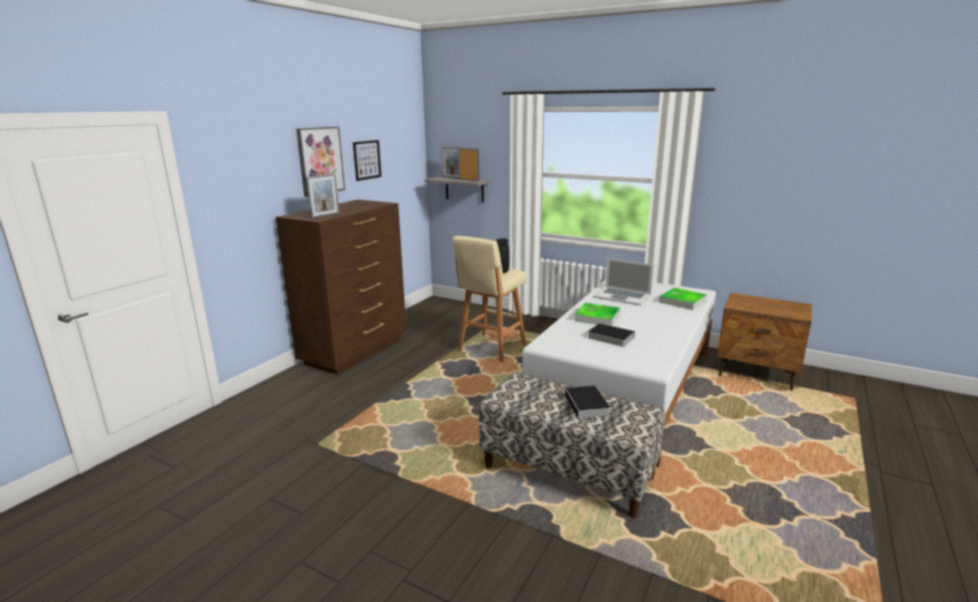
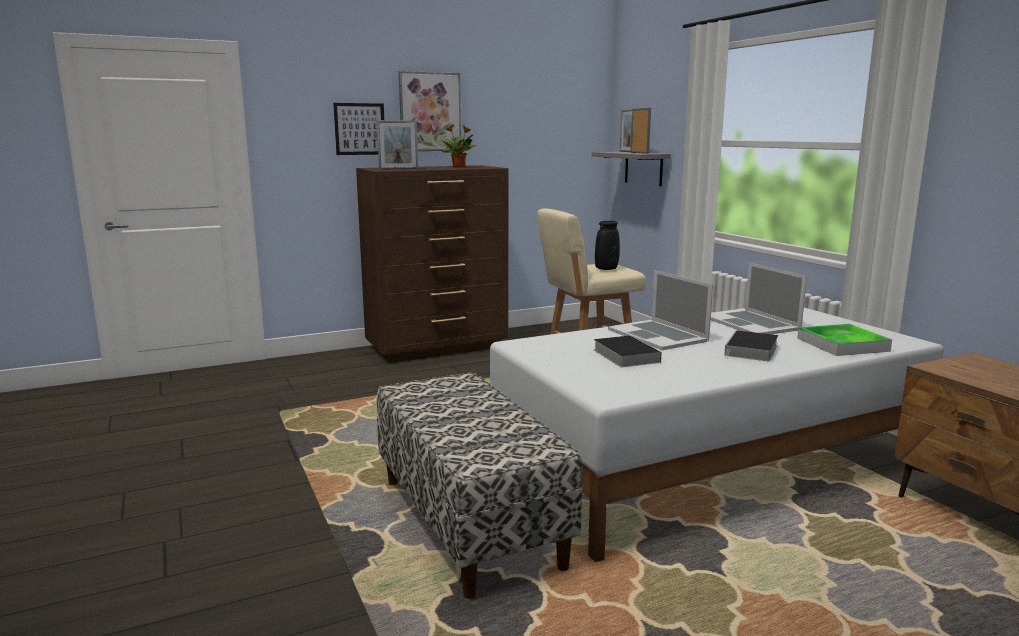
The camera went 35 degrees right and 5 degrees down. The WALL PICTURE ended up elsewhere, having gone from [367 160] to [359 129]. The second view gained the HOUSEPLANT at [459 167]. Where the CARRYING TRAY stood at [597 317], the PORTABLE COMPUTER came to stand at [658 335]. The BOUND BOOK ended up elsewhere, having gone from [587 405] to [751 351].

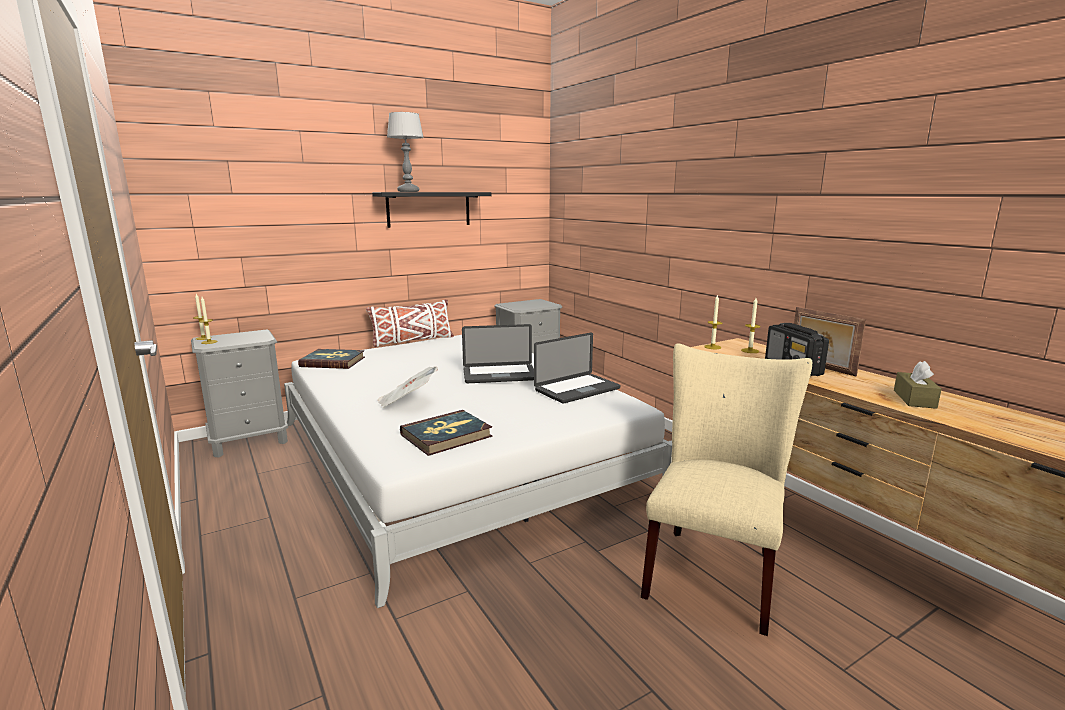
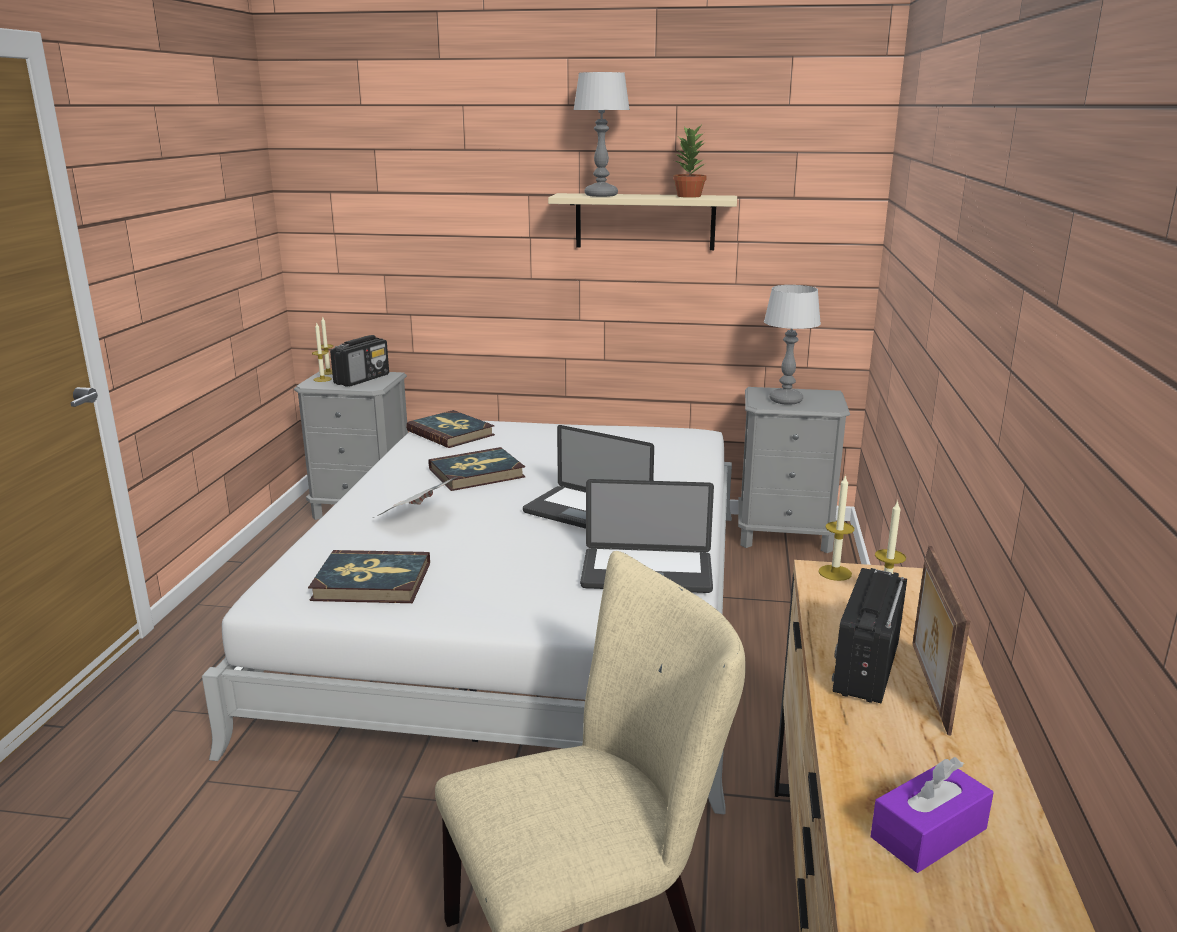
The camera went 40 degrees right and 5 degrees up. The second view gained the RADIO RECEIVER at [362 379]. The second view gained the BOUND BOOK at [477 473]. What was the BLACKISH SHELF at [429 209] turned into the BEIGE SHELF at [645 221]. The second view gained the HOUSEPLANT at [689 196]. The second view gained the TABLETOP LAMP at [785 400]. What was the BROWNISH BOX OF TISSUES at [914 399] turned into the PURPLISH BOX OF TISSUES at [928 833]. The second view lost the WHITISH CUSHION at [412 341].

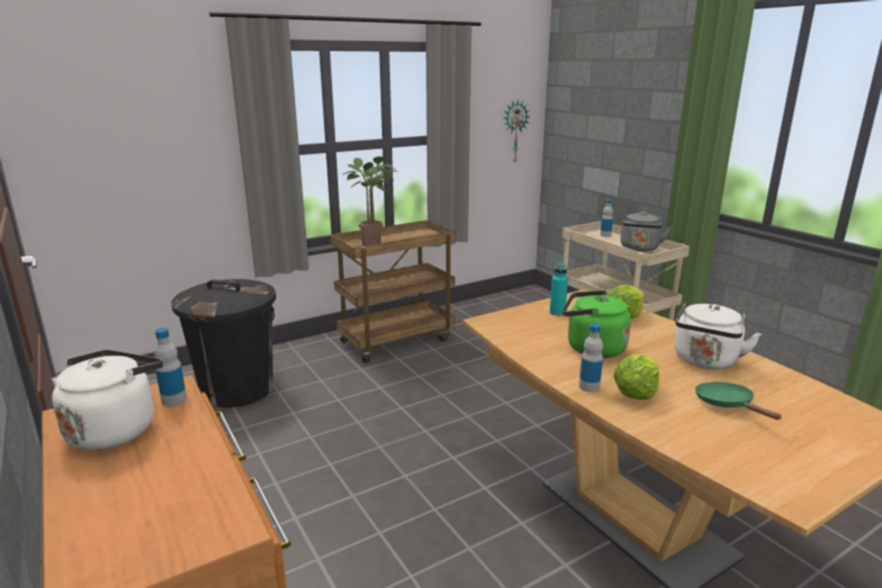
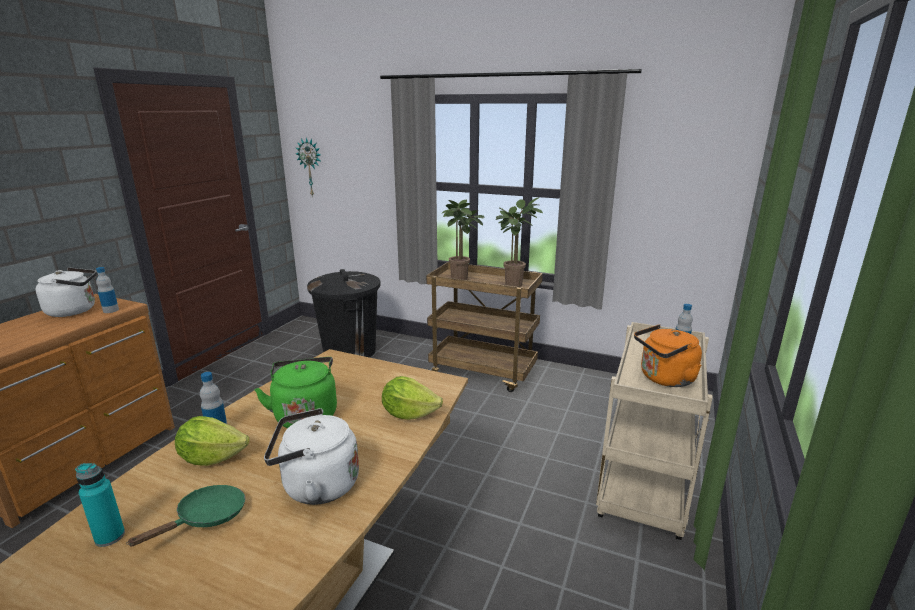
The camera went 55 degrees right and 0 degrees up. The BLUE-GREEN BOTTLE ended up elsewhere, having gone from [557 313] to [110 537]. The HANGING CLOCK ended up elsewhere, having gone from [514 131] to [311 167]. The second view gained the HOUSEPLANT at [513 283]. What was the GREYISH KETTLE at [639 249] turned into the ORANGE KETTLE at [664 379].

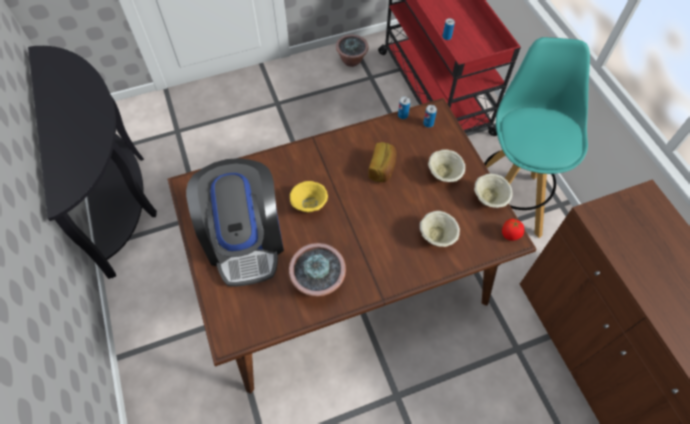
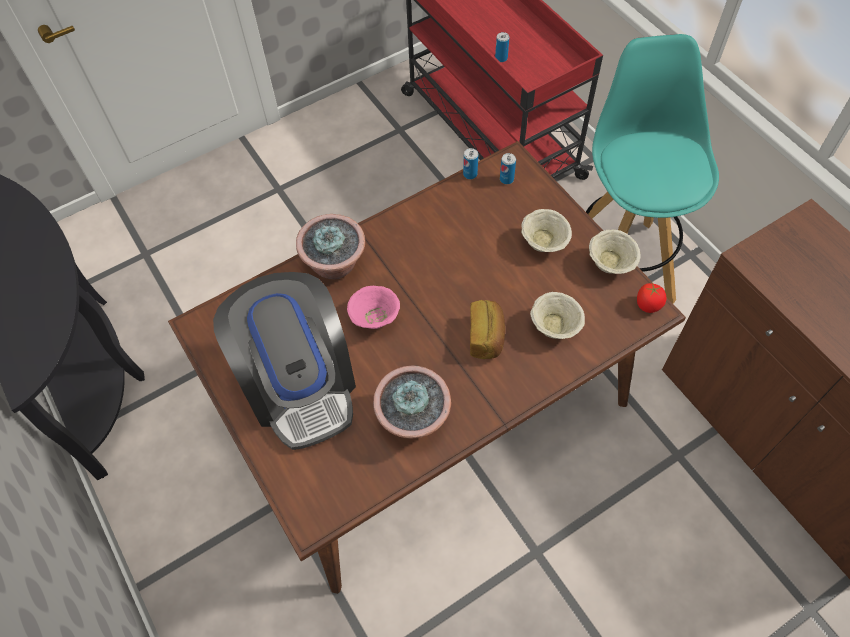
The camera went 10 degrees left and 0 degrees up. The HOUSEPLANT ended up elsewhere, having gone from [352 60] to [335 265]. What was the YELLOWISH DEEP DISH at [309 205] turned into the PINKISH DEEP DISH at [375 319]. The BAKED BREAD ended up elsewhere, having gone from [382 168] to [486 336].

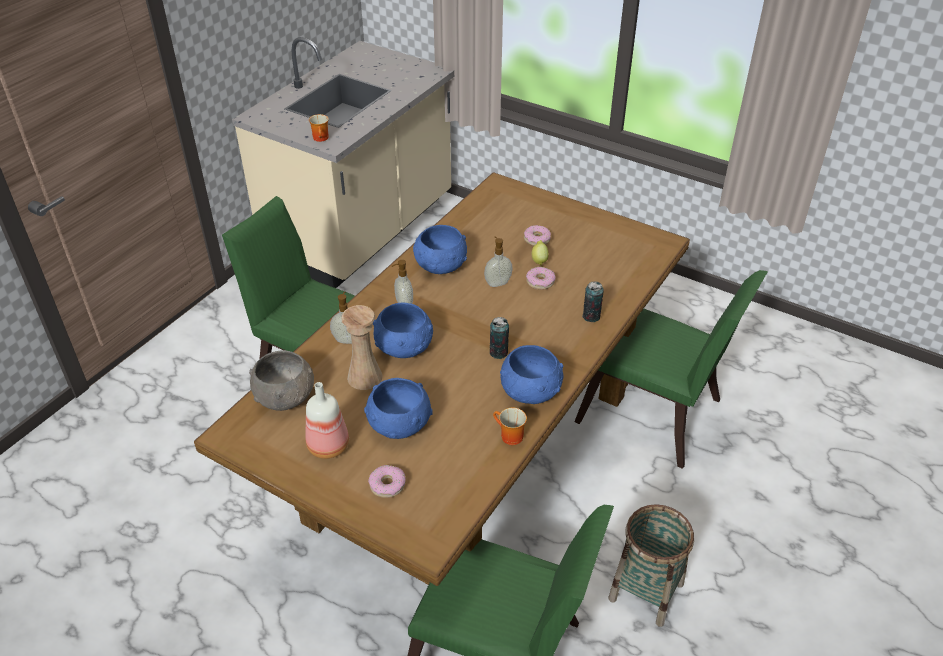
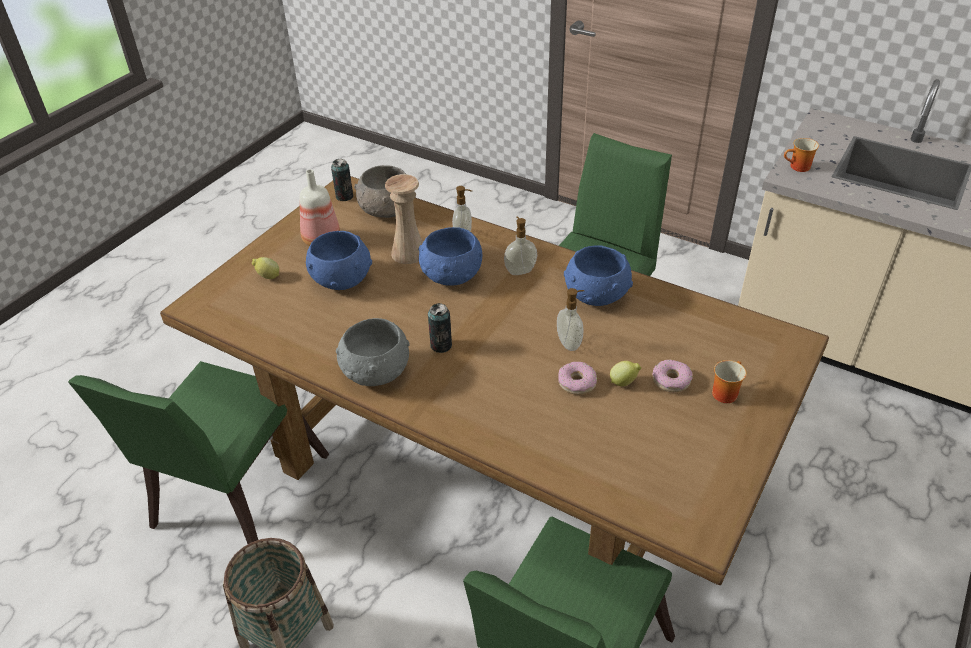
The camera went 90 degrees right and 0 degrees up. Where the RING DOUGHNUT stood at [387 485], the CITRUS FRUIT came to stand at [268 277]. The CAN ended up elsewhere, having gone from [591 316] to [344 196]. What was the BLUE DEEP DISH at [531 392] turned into the GREYISH DEEP DISH at [375 372]. The MUG ended up elsewhere, having gone from [508 436] to [724 391].

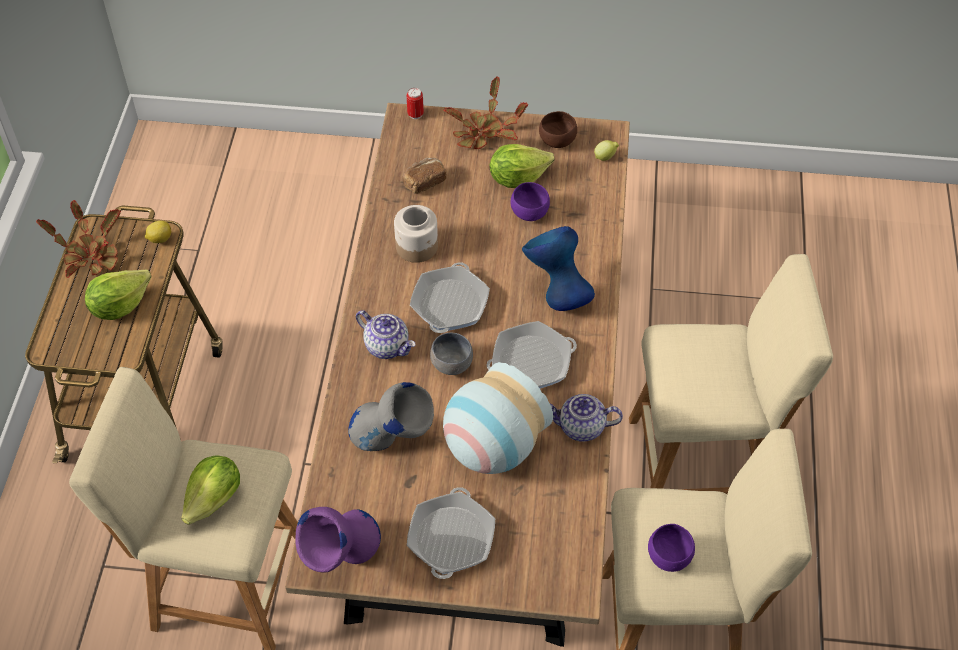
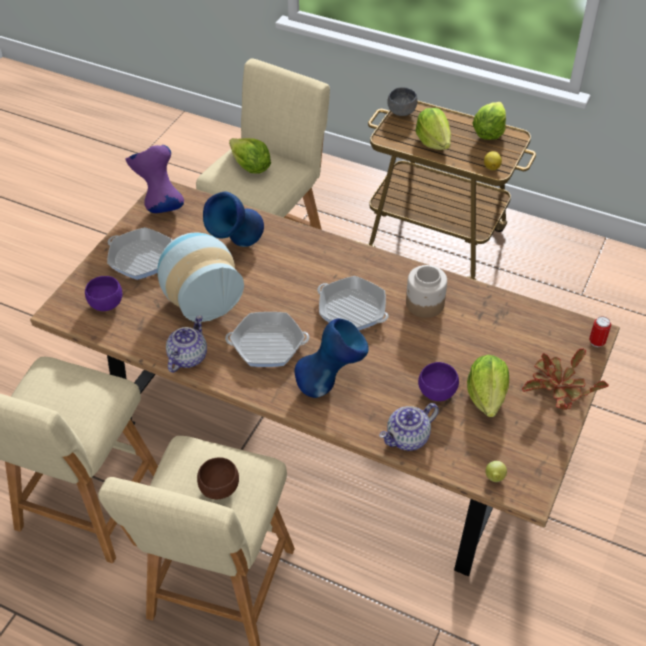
The camera went 110 degrees right and 5 degrees down. The PURPLISH DEEP DISH ended up elsewhere, having gone from [670 558] to [105 304]. The BROWNISH DEEP DISH ended up elsewhere, having gone from [556 141] to [219 487]. What was the GREYISH DECORATIVE VASE at [393 443] turned into the BLUE DECORATIVE VASE at [236 247]. The PAN at [531 362] ended up facing another way, 90 degrees clockwise from before. The TEAPOT ended up elsewhere, having gone from [387 346] to [408 438]. The GREYISH DEEP DISH ended up elsewhere, having gone from [453 365] to [401 112]. Where the HOUSEPLANT stood at [90 254], the HEAD OF LETTUCE came to stand at [488 133]. The second view lost the BAKED BREAD at [424 182].

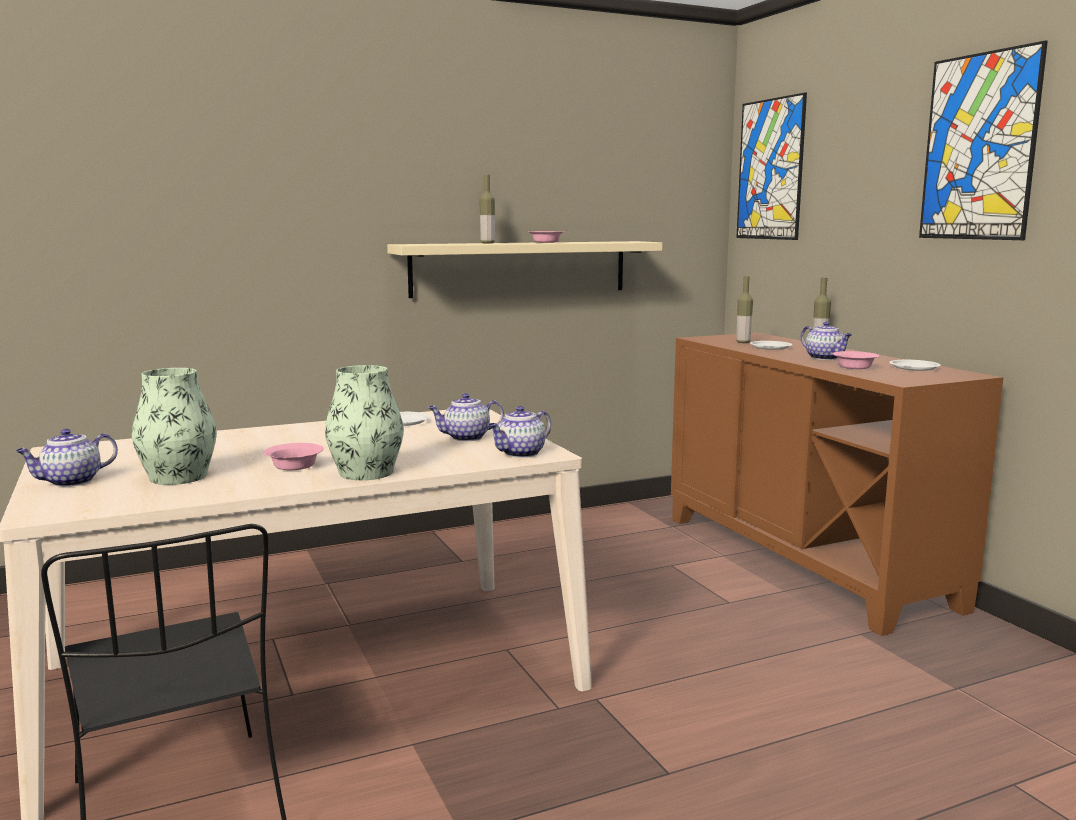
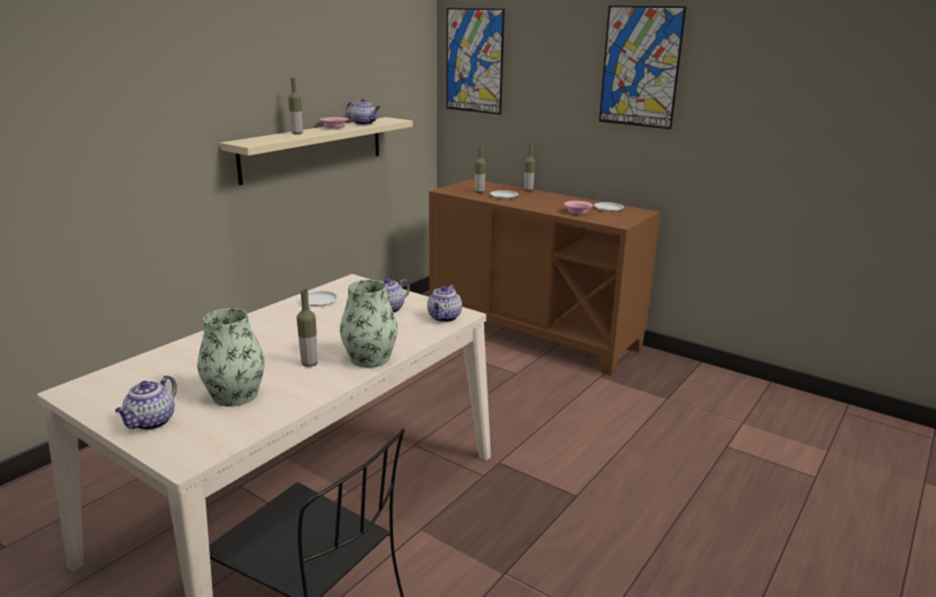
The camera went 30 degrees left and 10 degrees up. Where the PINKISH DEEP DISH stood at [295 466], the BOTTLE came to stand at [309 364]. The TEAPOT ended up elsewhere, having gone from [825 358] to [364 123].

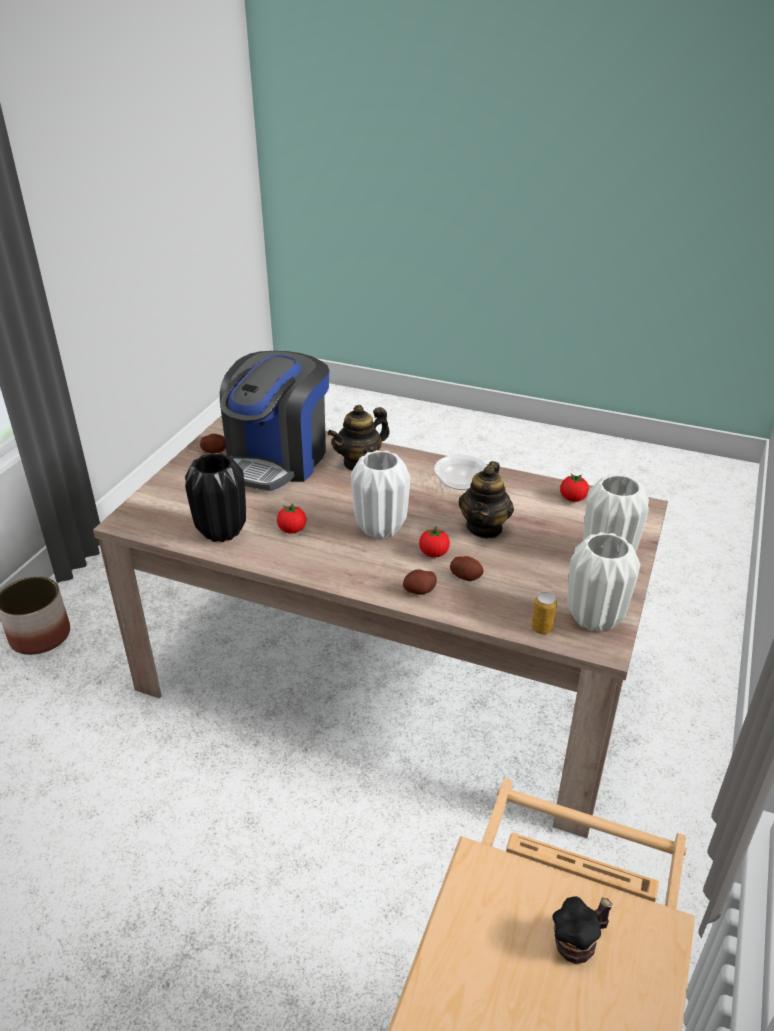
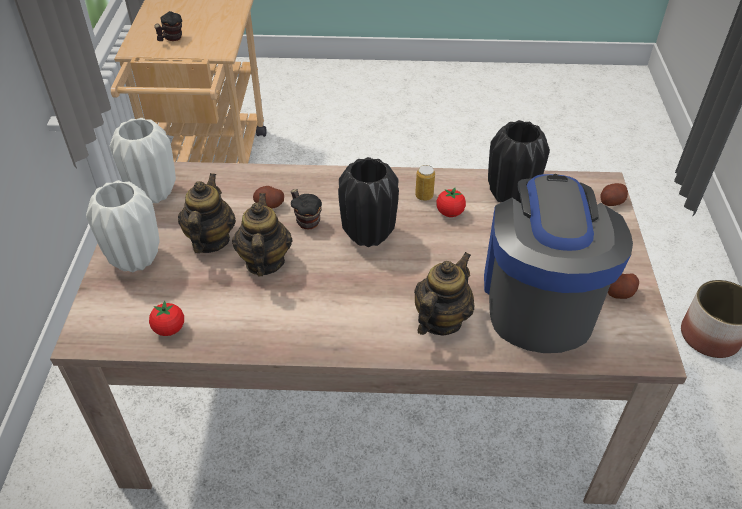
The camera went 160 degrees right and 10 degrees up. The second view gained the TEAPOT at [210 240]. Where the FRESH TOMATO stood at [433 554], the MUG came to stand at [306 220]. What was the WHITISH DECORATIVE VASE at [381 528] turned into the BLACKISH DECORATIVE VASE at [368 235]. The CAN ended up elsewhere, having gone from [542 628] to [424 196]. The POTATO ended up elsewhere, having gone from [419 590] to [611 202]. The second view lost the DEEP DISH at [460 483].

